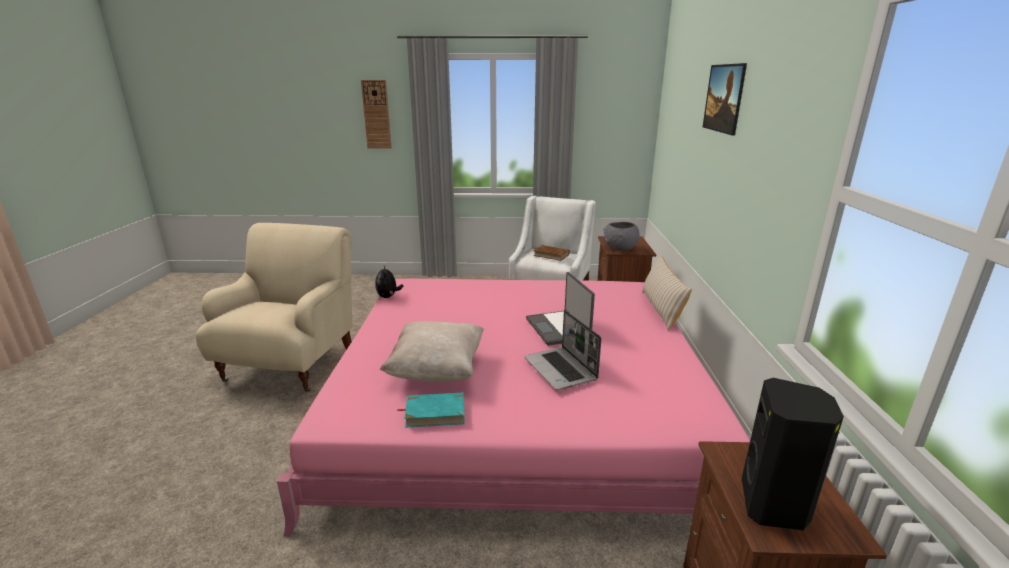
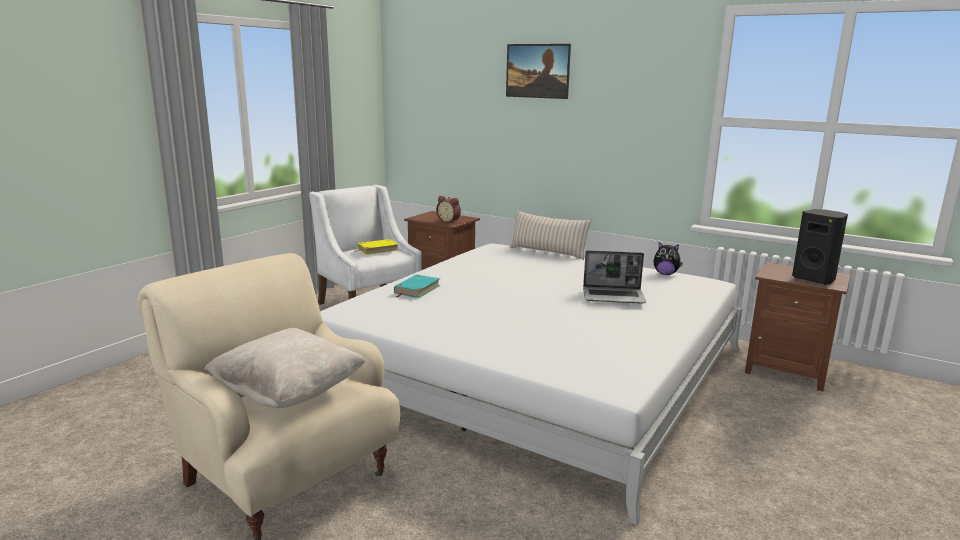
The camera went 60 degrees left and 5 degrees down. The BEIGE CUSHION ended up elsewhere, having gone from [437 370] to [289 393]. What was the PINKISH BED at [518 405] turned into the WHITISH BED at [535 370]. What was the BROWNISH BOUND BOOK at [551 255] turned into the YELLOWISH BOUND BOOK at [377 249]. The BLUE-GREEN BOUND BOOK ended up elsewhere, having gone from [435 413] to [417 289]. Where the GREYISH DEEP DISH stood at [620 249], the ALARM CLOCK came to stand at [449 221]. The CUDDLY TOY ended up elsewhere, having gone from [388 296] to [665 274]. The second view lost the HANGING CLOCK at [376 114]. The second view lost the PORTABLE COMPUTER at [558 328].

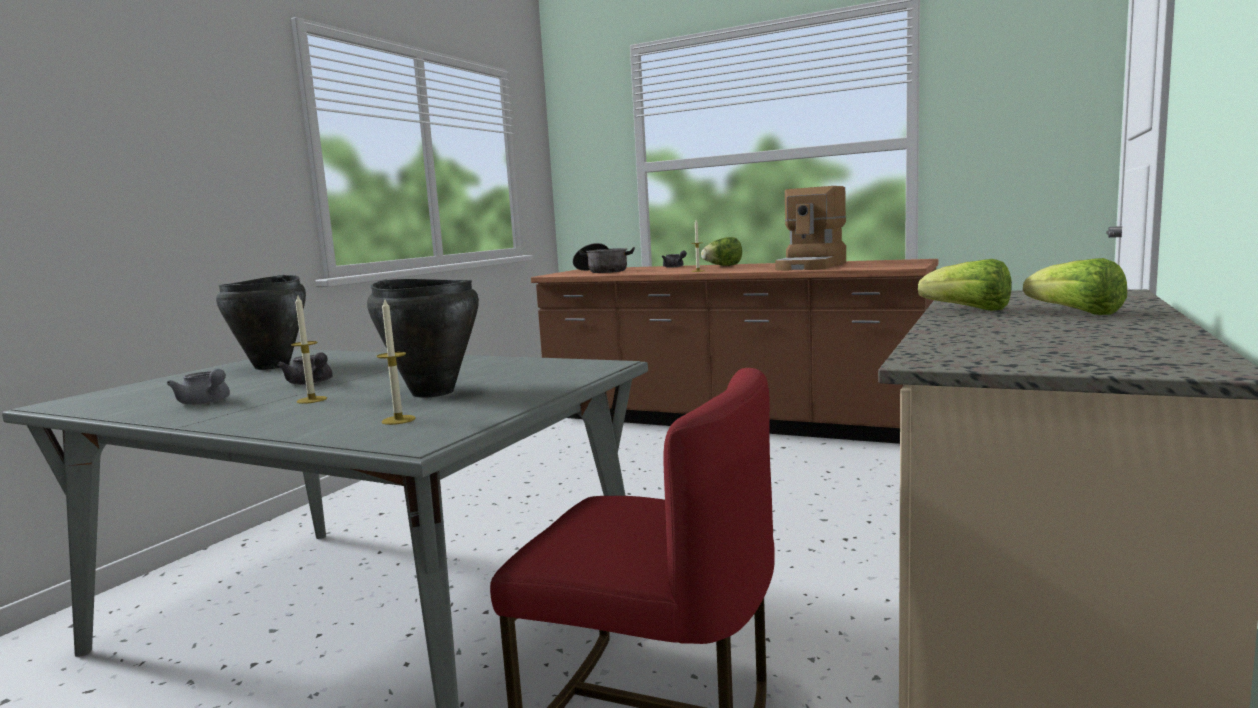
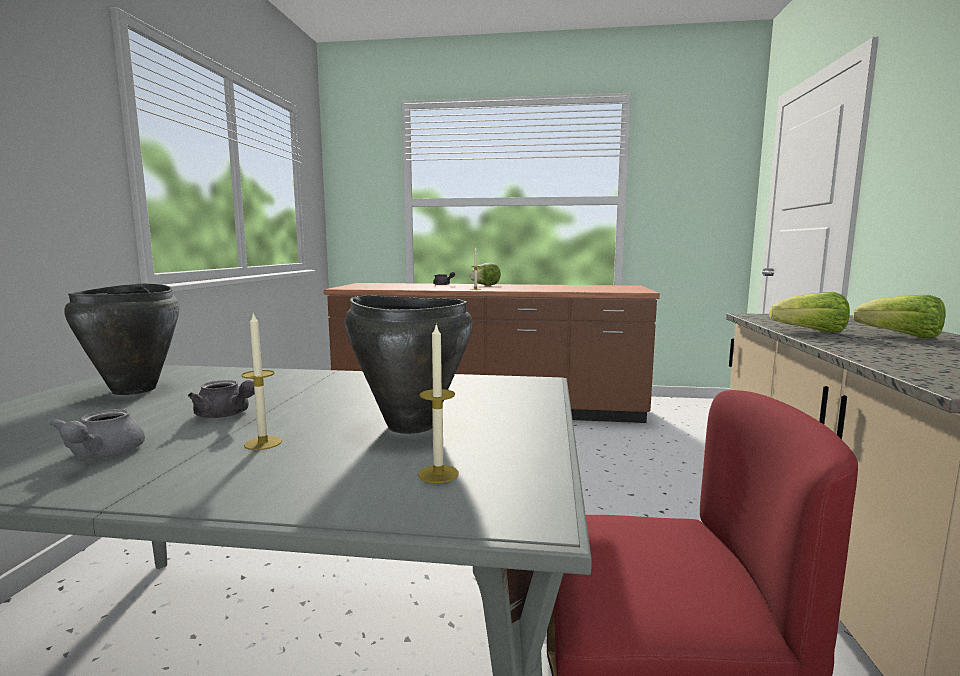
The camera went 20 degrees left and 0 degrees up. The GREYISH TEAPOT at [206 402] ended up facing another way, 60 degrees clockwise from before. The second view lost the SAUCEPOT at [602 271]. The second view lost the COFFEE MACHINE at [812 266].

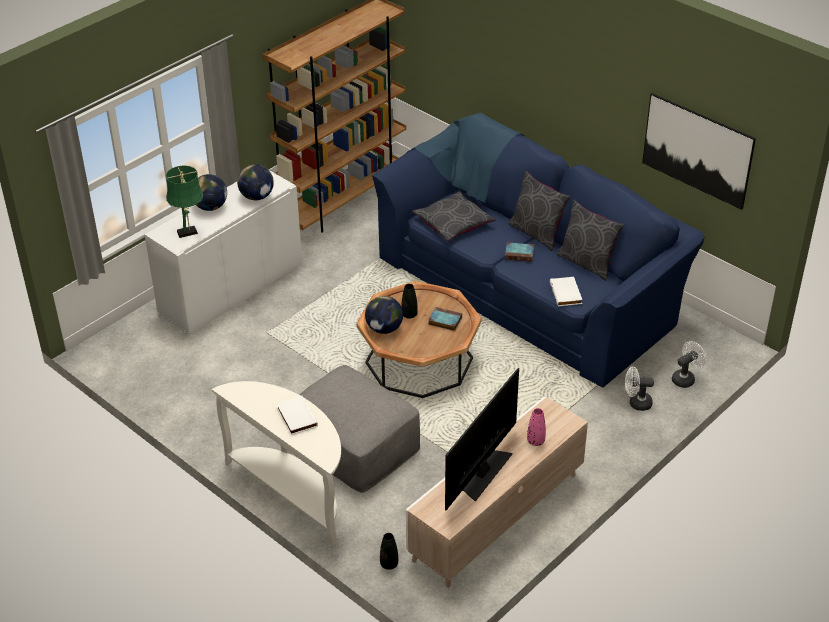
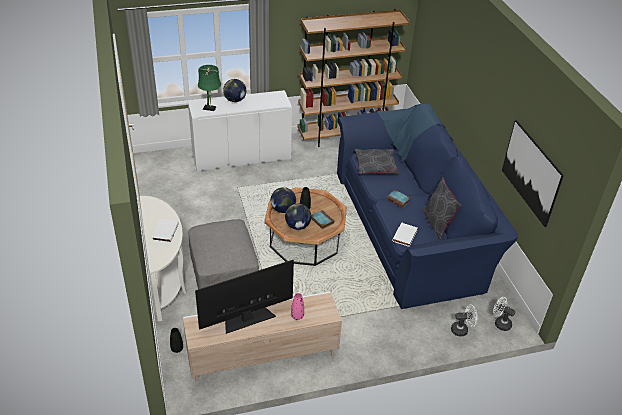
The camera went 30 degrees right and 0 degrees up. The DESK GLOBE ended up elsewhere, having gone from [257 196] to [298 226]. The WHITISH FAN ended up elsewhere, having gone from [636 403] to [500 323]. The second view lost the GREYISH CUSHION at [537 233].

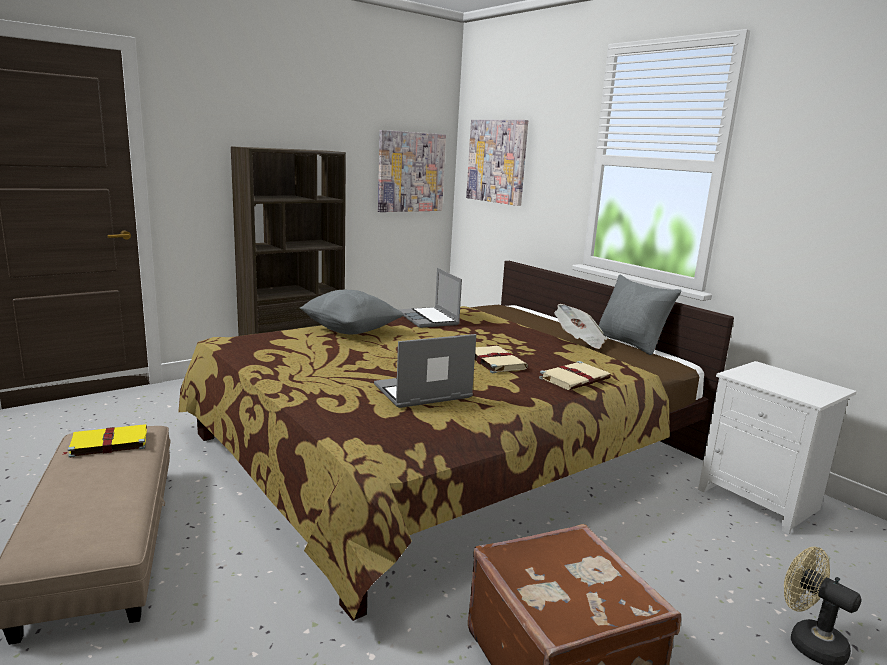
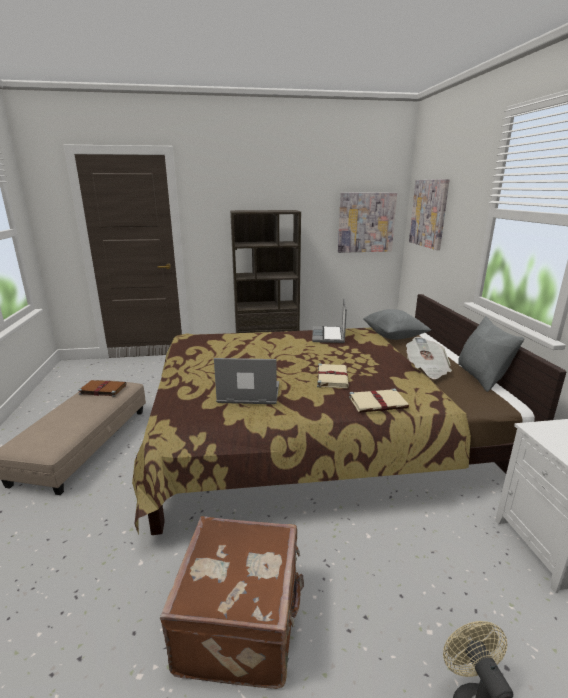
The camera went 30 degrees right and 5 degrees up. What was the YELLOWISH BOUND BOOK at [108 443] turned into the BROWNISH BOUND BOOK at [102 389]. The GREYISH CUSHION ended up elsewhere, having gone from [350 331] to [393 336].

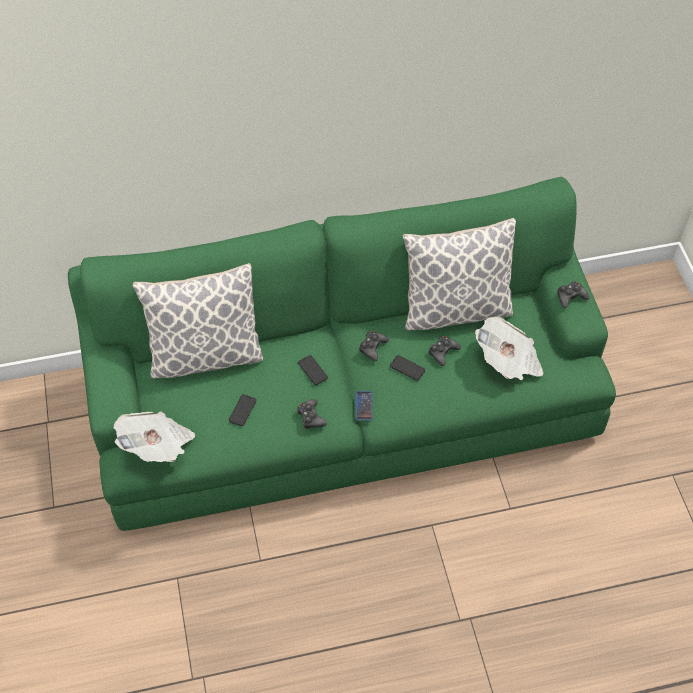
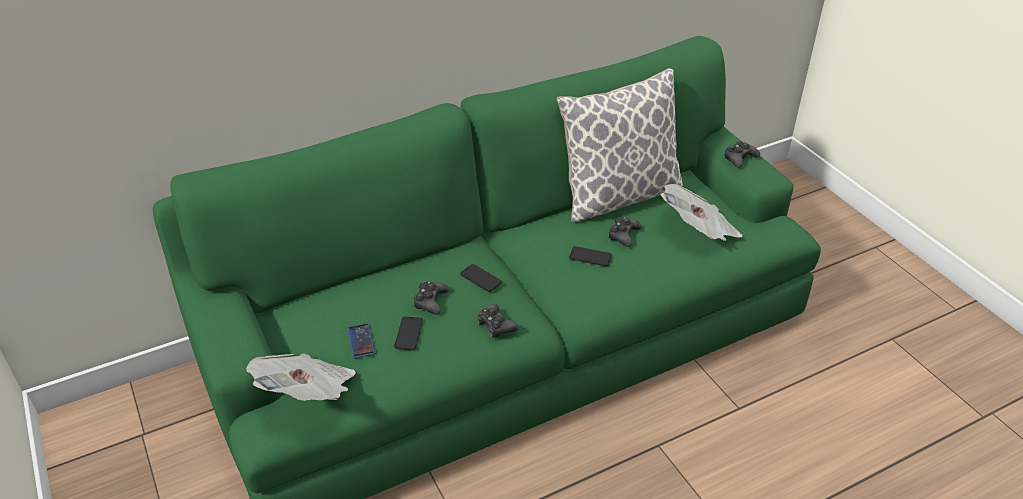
The camera went 15 degrees left and 15 degrees down. The TELEPHONE ended up elsewhere, having gone from [364 406] to [361 341]. The BLACKISH GAMEPAD ended up elsewhere, having gone from [372 347] to [430 301]. The second view lost the CUSHION at [205 355].

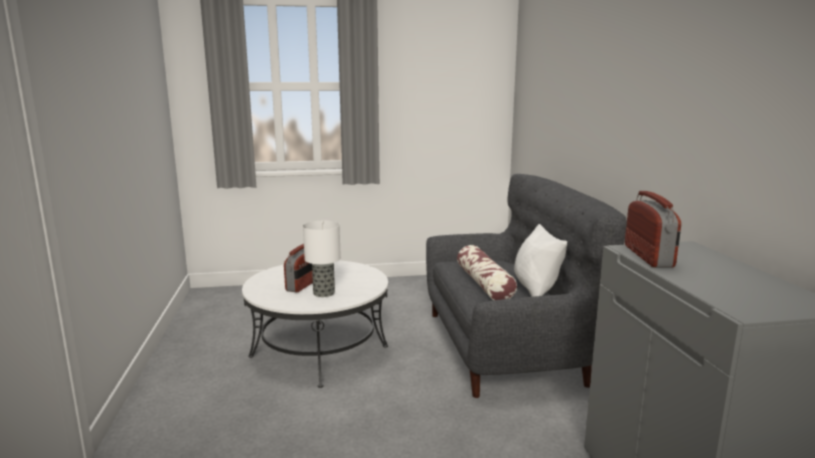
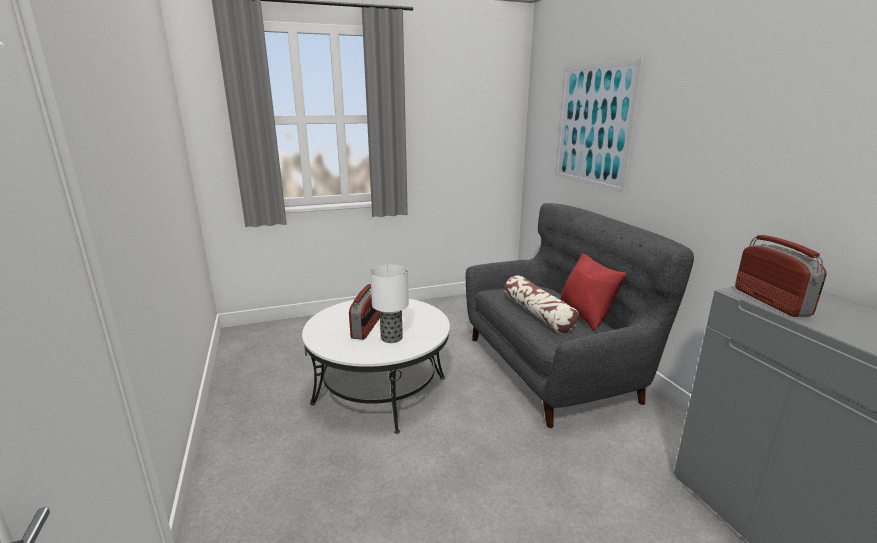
The camera went 10 degrees left and 5 degrees up. The second view gained the WALL PICTURE at [593 125]. What was the WHITISH CUSHION at [536 289] turned into the RED CUSHION at [585 315].

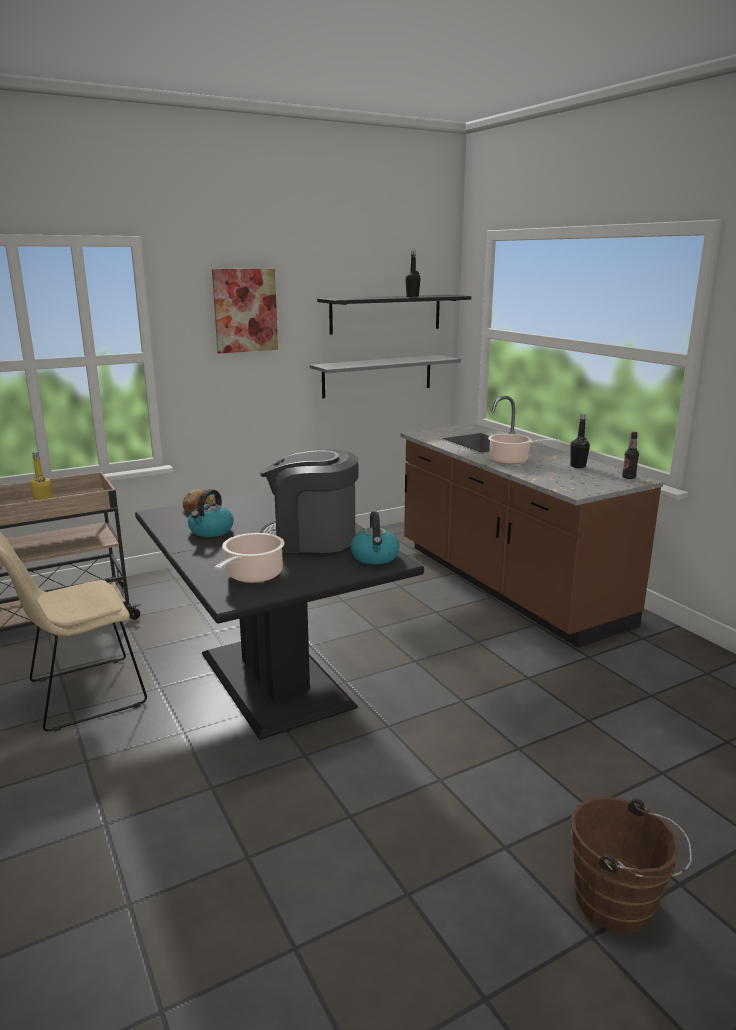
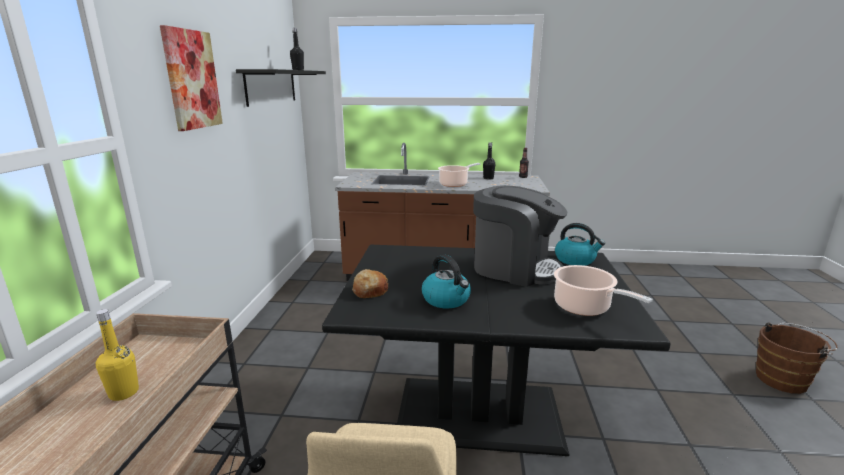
The camera went 55 degrees left and 0 degrees up. The COFFEE MACHINE at [311 539] ended up facing another way, 105 degrees counterclockwise from before. The second view lost the GREYISH SHELF at [377 376].

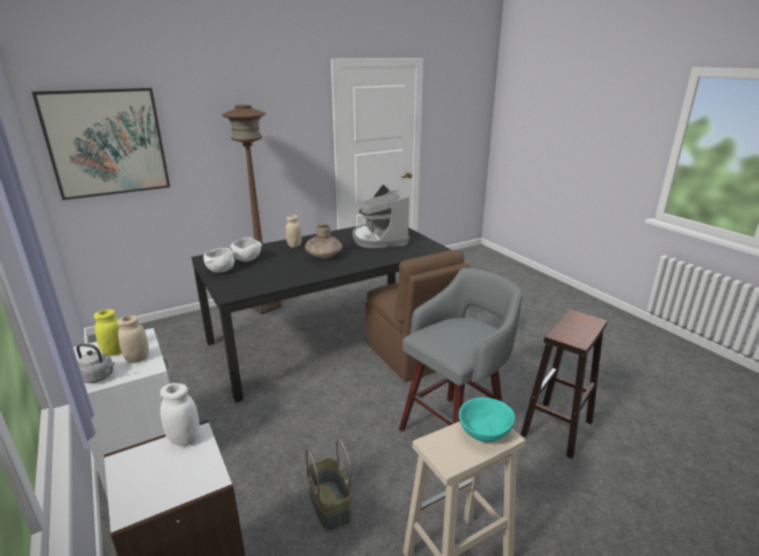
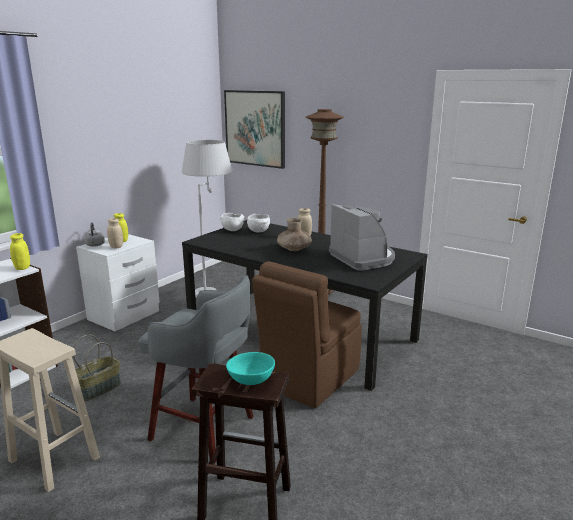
The camera went 65 degrees right and 5 degrees down. What was the WHITISH JAR at [184 439] turned into the YELLOWISH JAR at [22 268]. The second view gained the WHITISH STANDING LAMP at [213 289]. The BLUE-GREEN DEEP DISH ended up elsewhere, having gone from [484 431] to [252 380]. The COFFEE MACHINE at [380 238] ended up facing another way, 105 degrees clockwise from before.

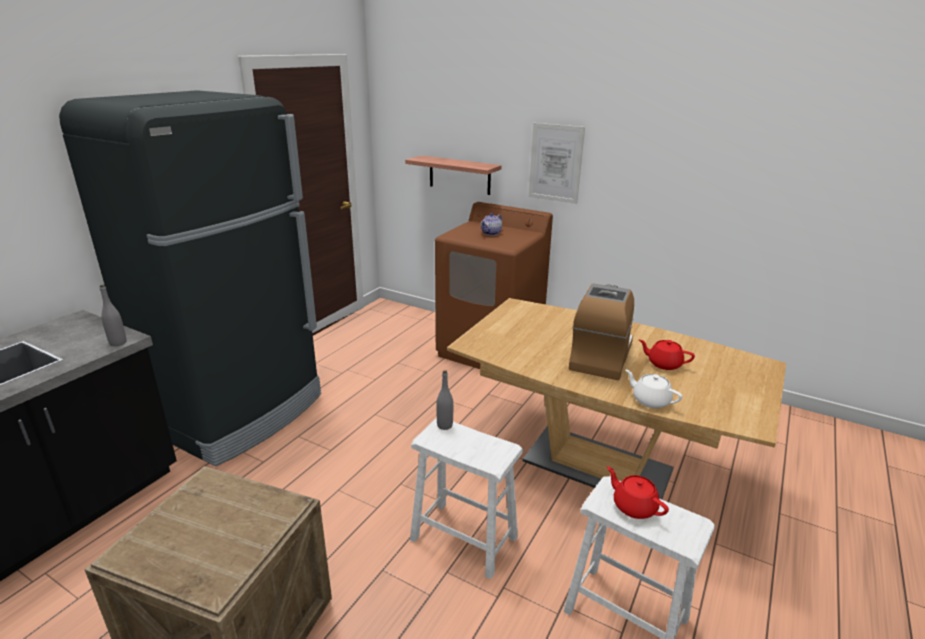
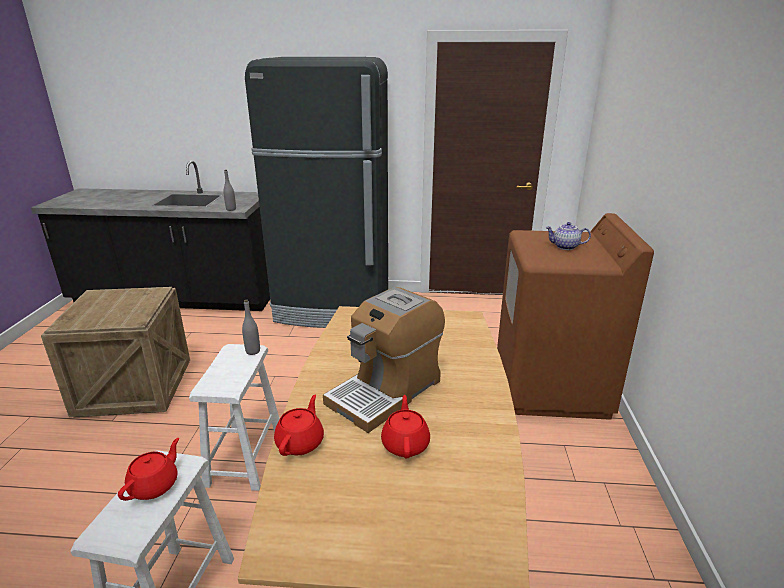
The camera went 65 degrees right and 0 degrees up. What was the WHITISH TEAPOT at [650 400] turned into the RED TEAPOT at [300 442]. The COFFEE MACHINE at [601 357] ended up facing another way, 135 degrees clockwise from before. The second view lost the SHELF at [459 175]. The second view lost the WALL PICTURE at [555 163].

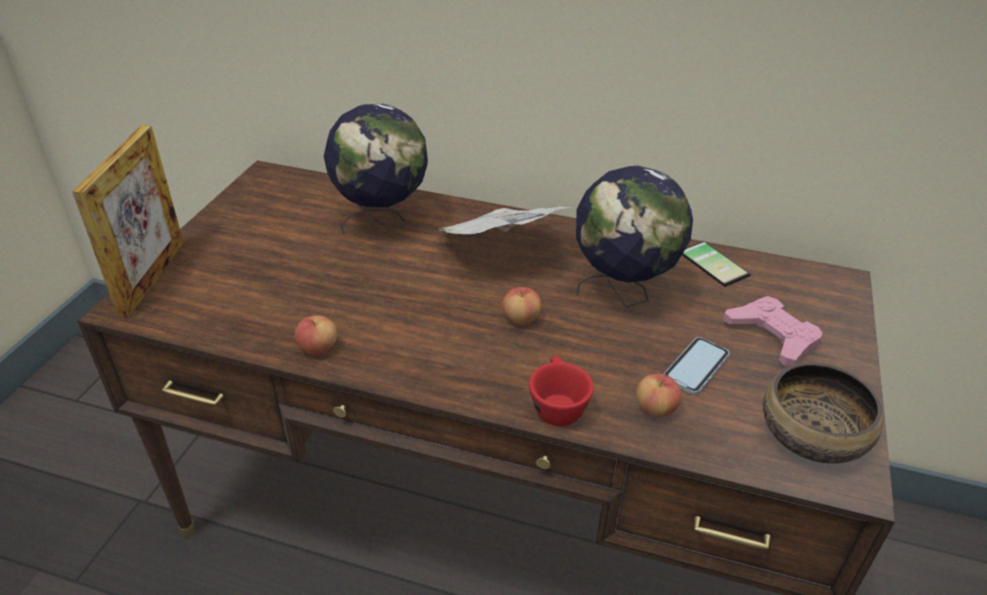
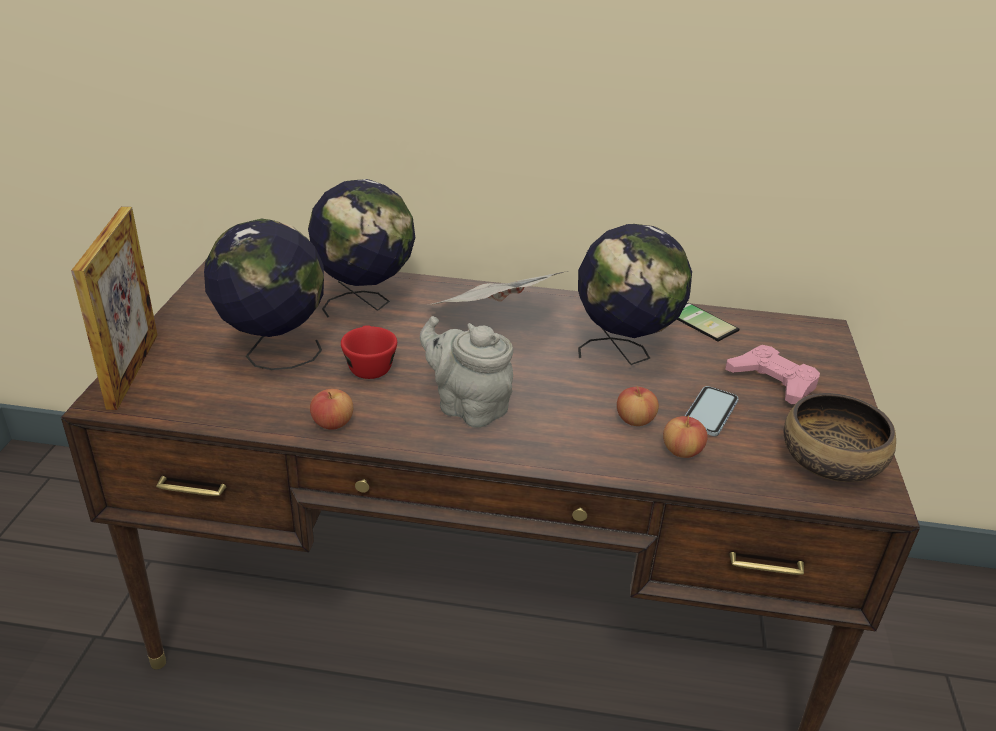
The camera went 10 degrees left and 5 degrees down. The second view gained the DESK GLOBE at [273 354]. The RED CUP ended up elsewhere, having gone from [556 405] to [368 365]. The second view gained the GREYISH TEAPOT at [468 407]. The WHOLE APPLE ended up elsewhere, having gone from [521 318] to [635 420].

